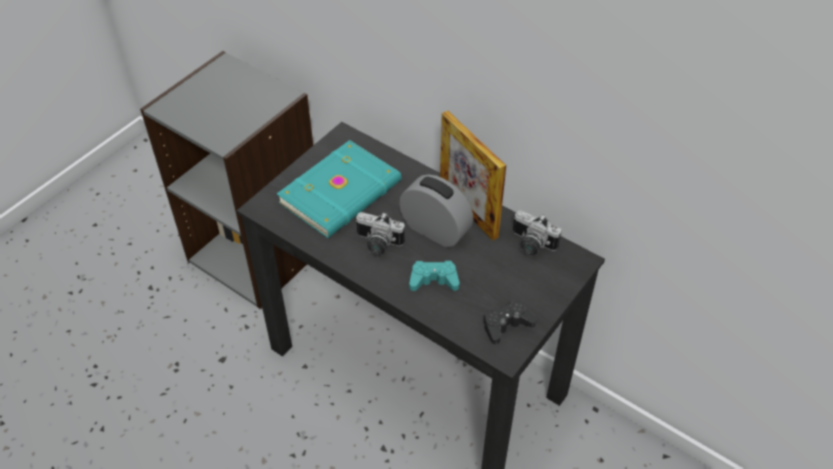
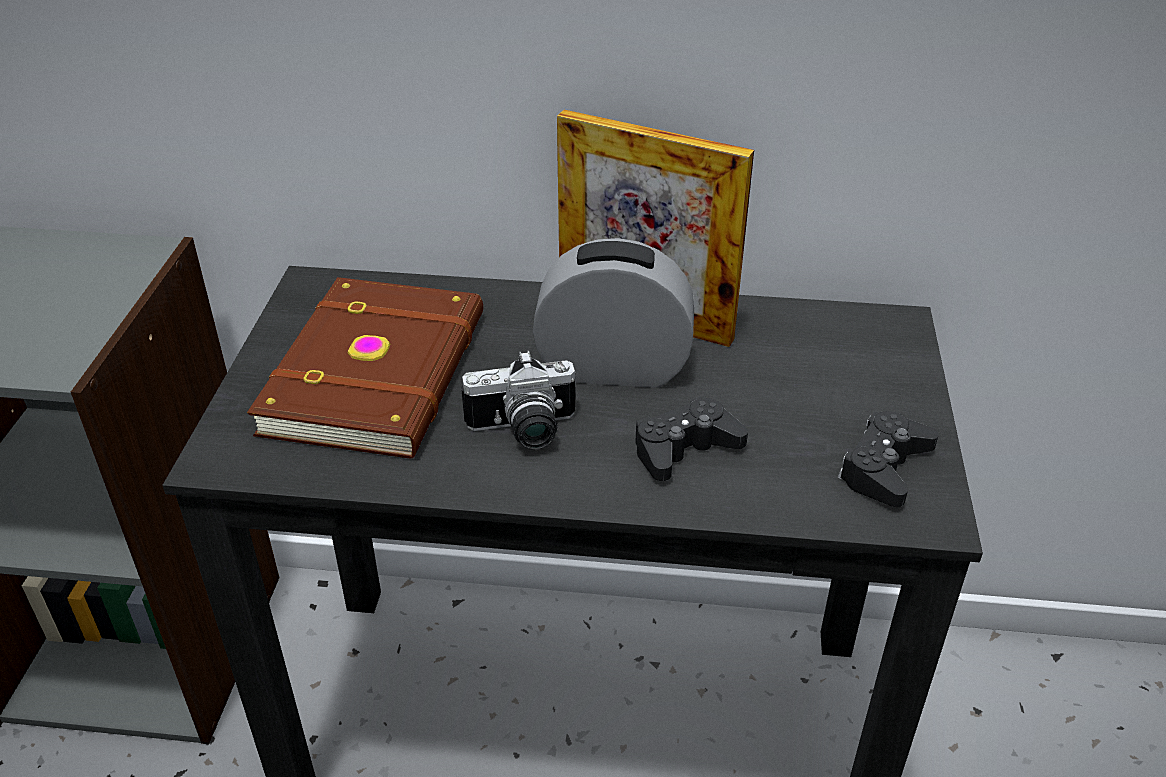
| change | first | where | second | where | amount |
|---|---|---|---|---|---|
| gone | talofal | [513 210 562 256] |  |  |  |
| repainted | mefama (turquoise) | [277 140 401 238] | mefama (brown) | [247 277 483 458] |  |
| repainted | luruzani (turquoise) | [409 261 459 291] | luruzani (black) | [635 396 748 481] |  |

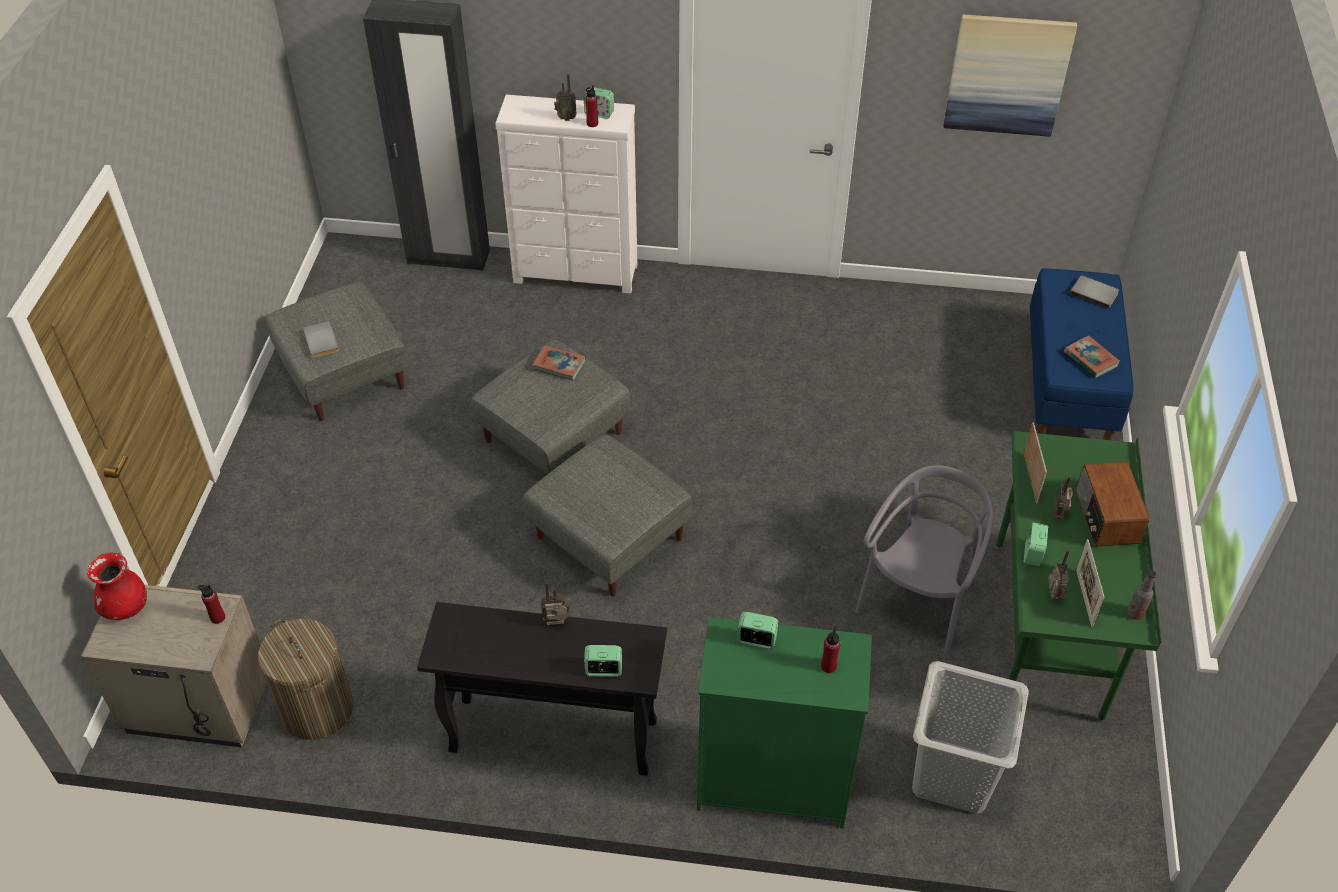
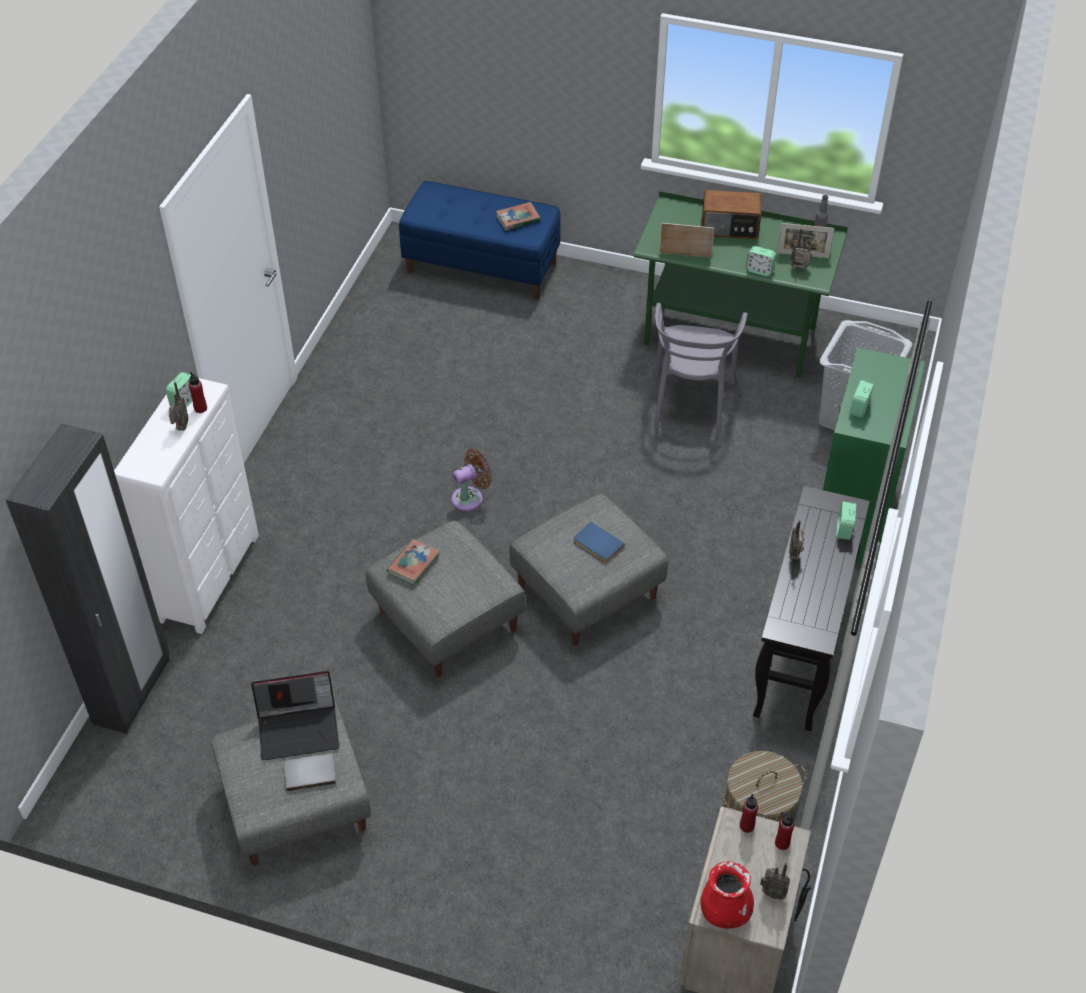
| change | first | where | second | where | amount |
|---|---|---|---|---|---|
| gone | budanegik | [944 14 1077 137] |  |  |  |
| gone | mefama (grey) | [1070 275 1119 309] |  |  |  |
| new |  |  | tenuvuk | [251 671 339 760] |  |
| new |  |  | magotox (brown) | [451 449 492 511] |  |
| new |  |  | mefama (blue) | [573 522 625 563] |  |
| shifted | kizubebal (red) | [821 626 840 673] |  | [775 812 794 850] |  |
| shifted | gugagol | [1054 476 1073 520] |  | [760 863 790 900] |  |
| rotated | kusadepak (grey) | [855 465 994 653] |  | [654 303 747 435] | 120 degrees counterclockwise |

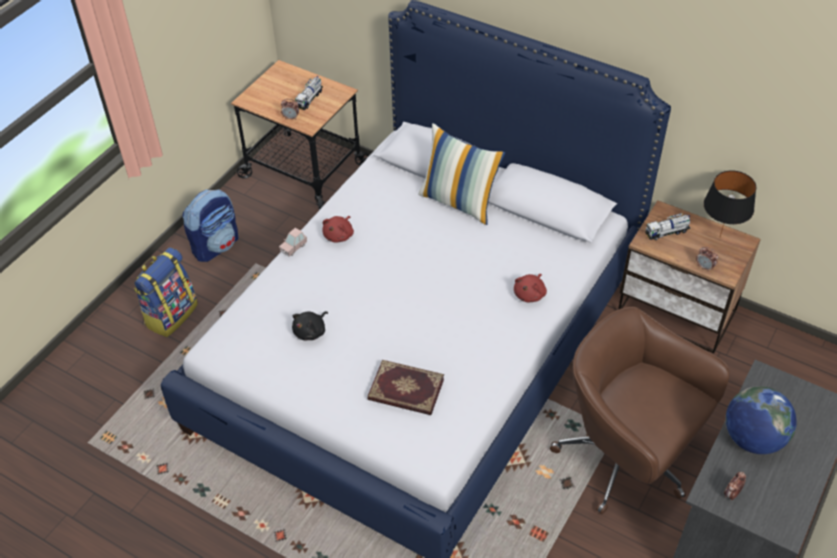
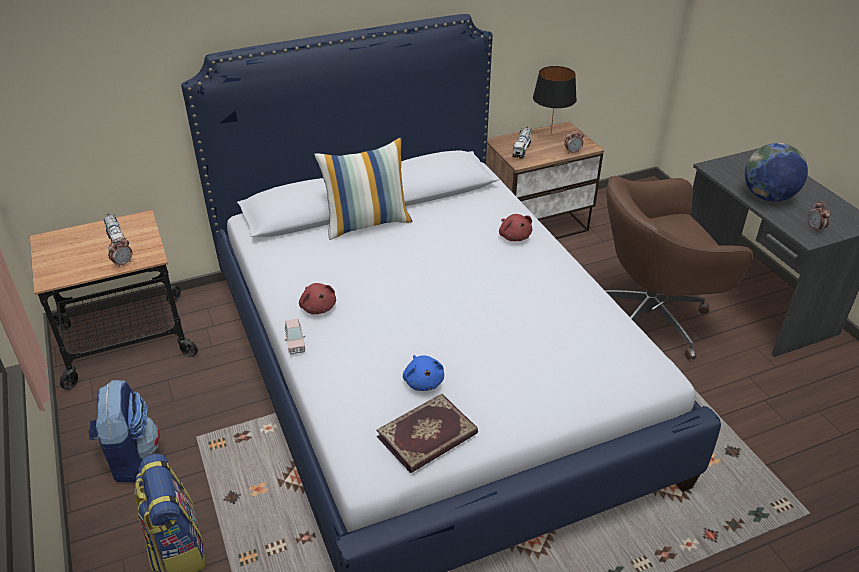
| change | first | where | second | where | amount |
|---|---|---|---|---|---|
| shifted | mefama | [368 360 444 415] |  | [376 394 478 473] |  |
| repainted | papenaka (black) | [292 311 328 340] | papenaka (blue) | [403 355 444 391] |  |

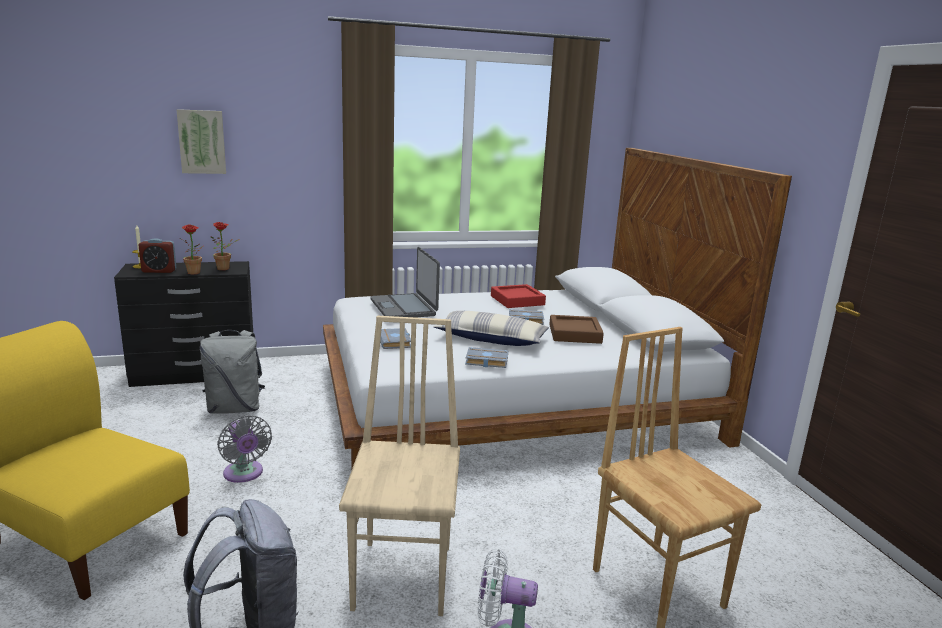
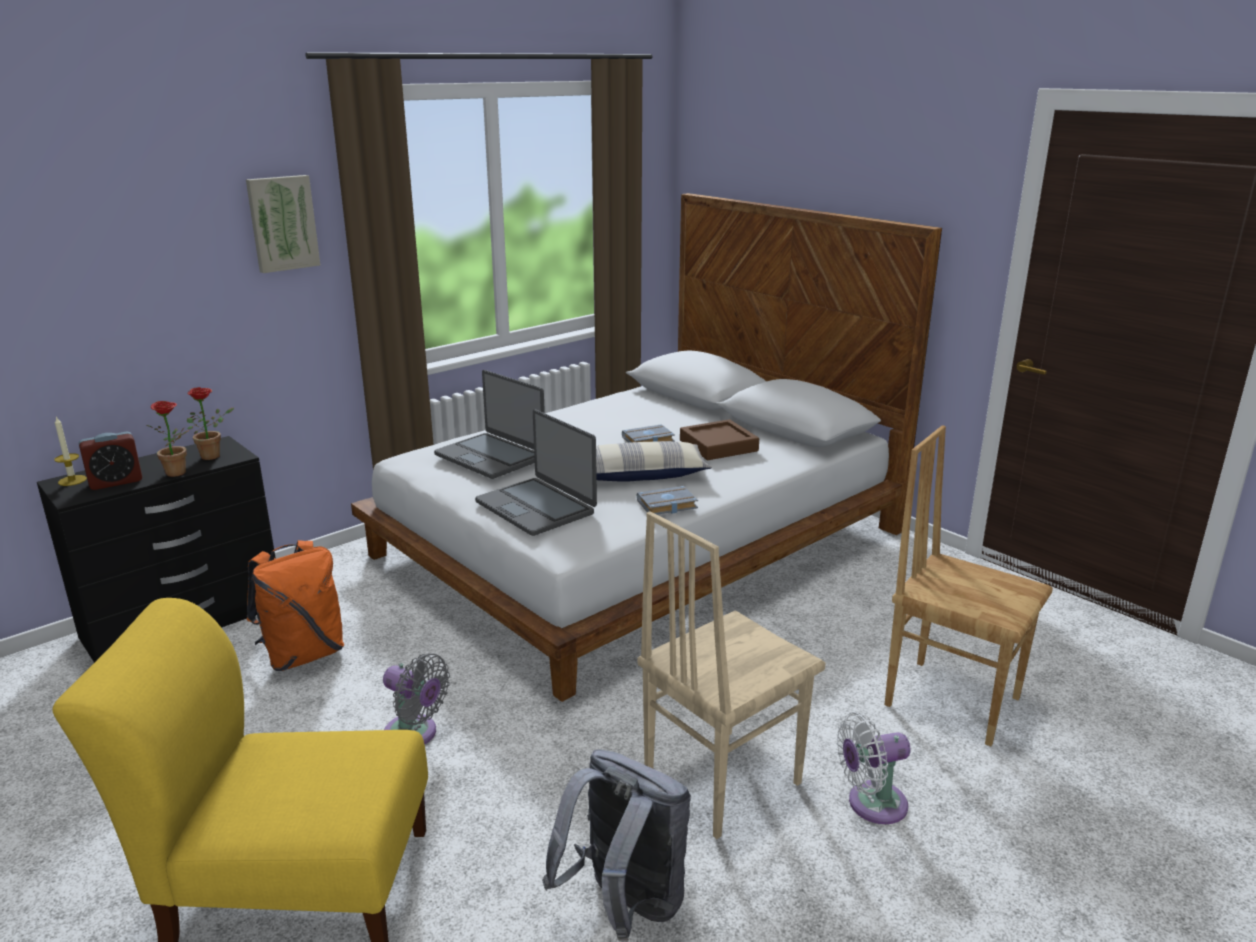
| change | first | where | second | where | amount |
|---|---|---|---|---|---|
| gone | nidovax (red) | [491 284 546 308] |  |  |  |
| shifted | budanegik | [177 109 226 174] |  | [246 175 320 273] |  |
| swapped | mefama (grey) | [380 328 411 349] | tenuvuk | [475 409 597 536] |  |
| repainted | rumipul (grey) | [200 330 265 414] | rumipul (orange) | [247 540 344 671] |  |
| rotated | kusadepak (beige) | [339 316 460 616] |  | [637 511 825 839] | 105 degrees counterclockwise |

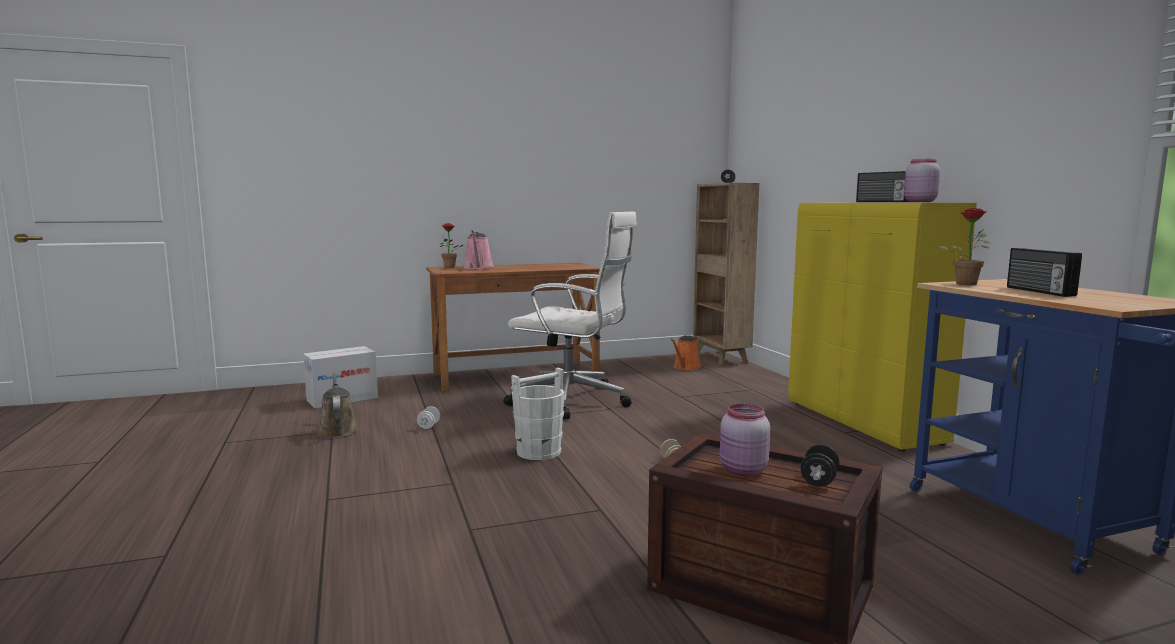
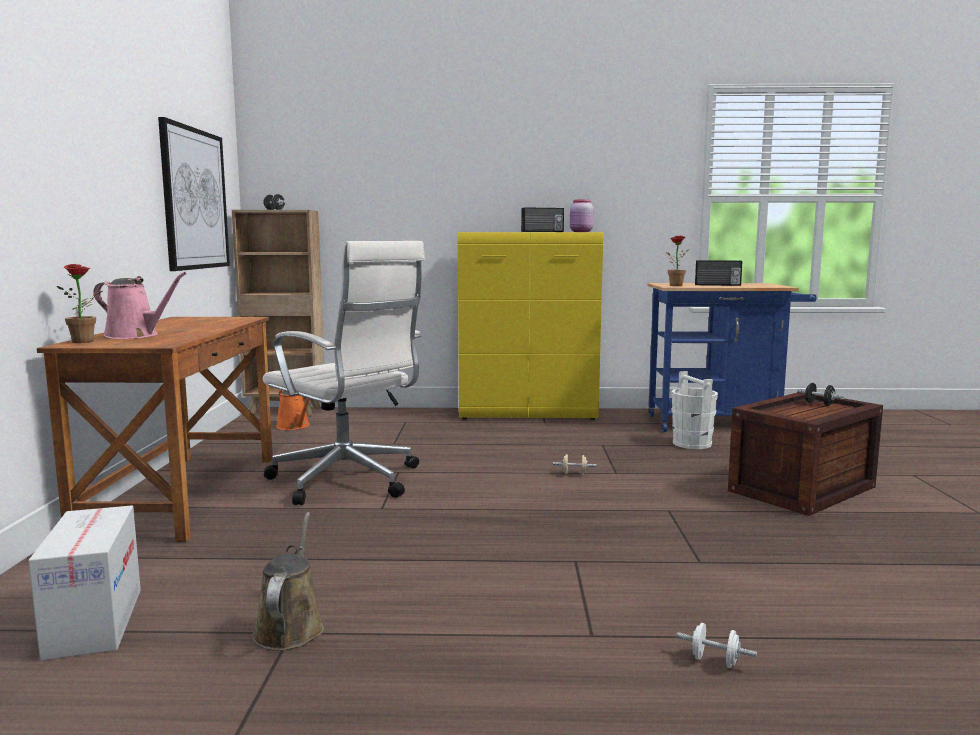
| change | first | where | second | where | amount |
|---|---|---|---|---|---|
| gone | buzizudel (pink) | [720 404 770 476] |  |  |  |
| new |  |  | budanegik | [158 117 230 271] |  |
| shifted | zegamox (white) | [417 406 440 429] |  | [676 623 757 668] |  |
| shifted | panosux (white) | [511 368 565 460] |  | [672 371 718 449] |  |
| rotated | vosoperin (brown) | [317 371 358 438] |  | [252 512 324 651] | 90 degrees clockwise |
| rotated | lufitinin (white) | [503 211 637 420] |  | [263 241 425 505] | 90 degrees clockwise |

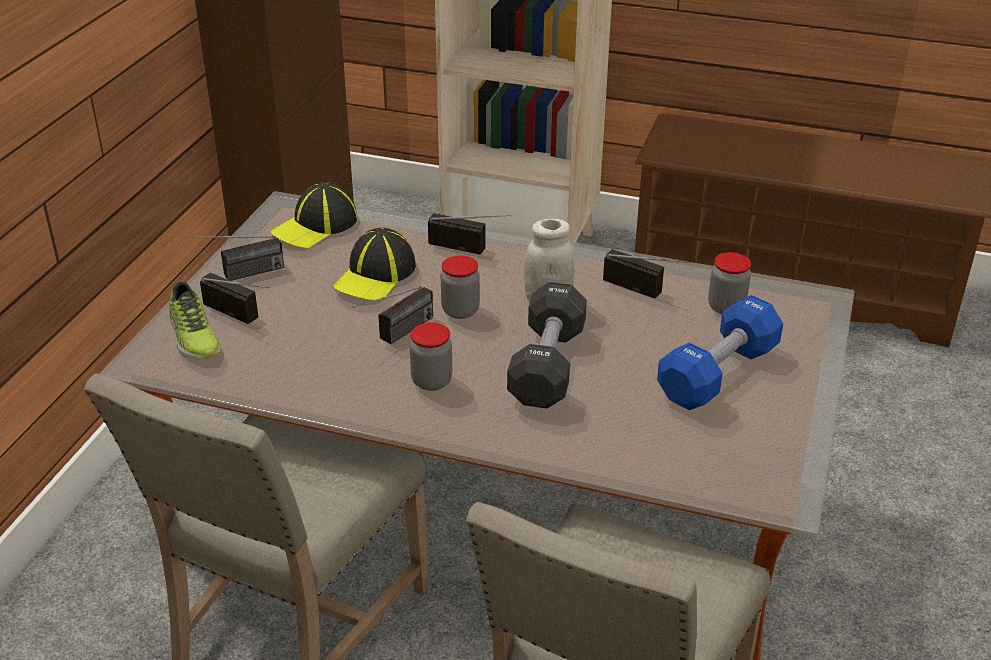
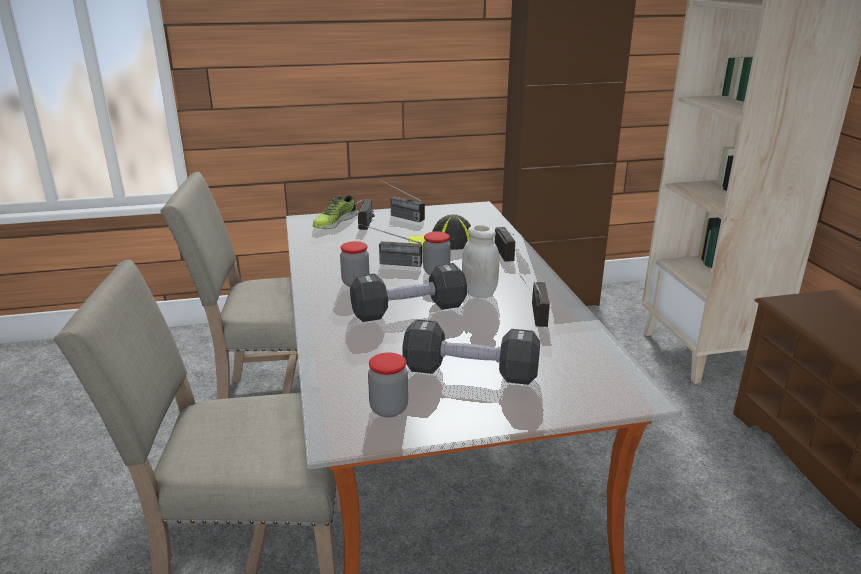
| change | first | where | second | where | amount |
|---|---|---|---|---|---|
| gone | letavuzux | [271 182 357 249] |  |  |  |
| shifted | buzizudel | [708 252 751 314] |  | [368 352 408 417] |  |
| repainted | zegamox (blue) | [657 295 783 410] | zegamox (black) | [402 319 540 385] |  |

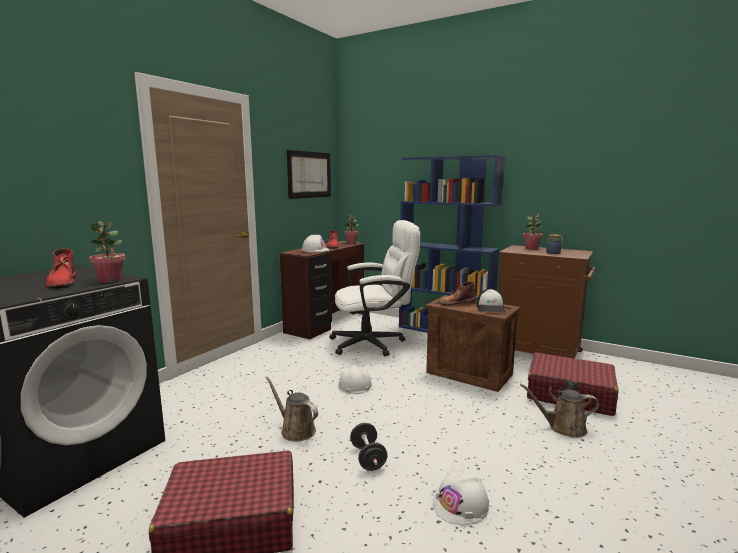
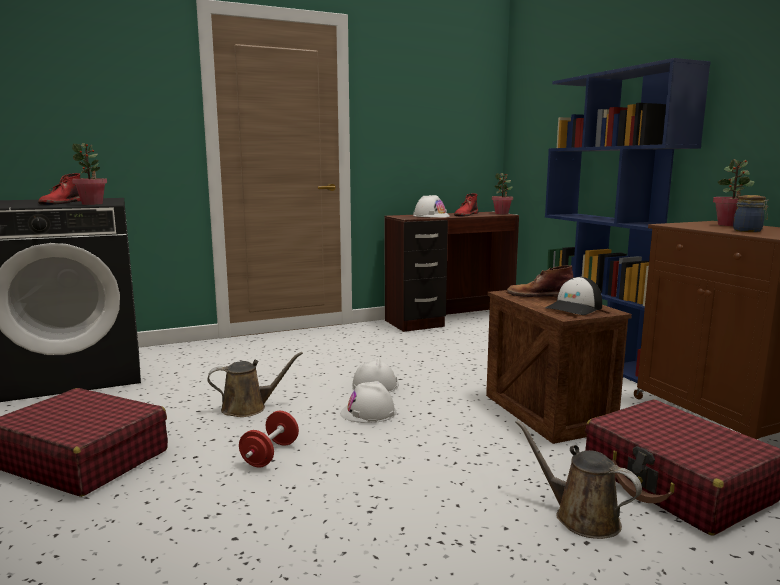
| change | first | where | second | where | amount |
|---|---|---|---|---|---|
| gone | budanegik | [287 150 331 199] |  |  |  |
| gone | lufitinin (white) | [329 220 420 356] |  |  |  |
| shifted | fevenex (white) | [433 469 489 525] |  | [341 381 397 423] |  |
| repainted | zegamox (black) | [350 423 387 471] | zegamox (red) | [239 411 299 468] |  |
| rotated | vosoperin (brown) | [265 376 318 441] |  | [207 352 303 417] | 90 degrees clockwise |

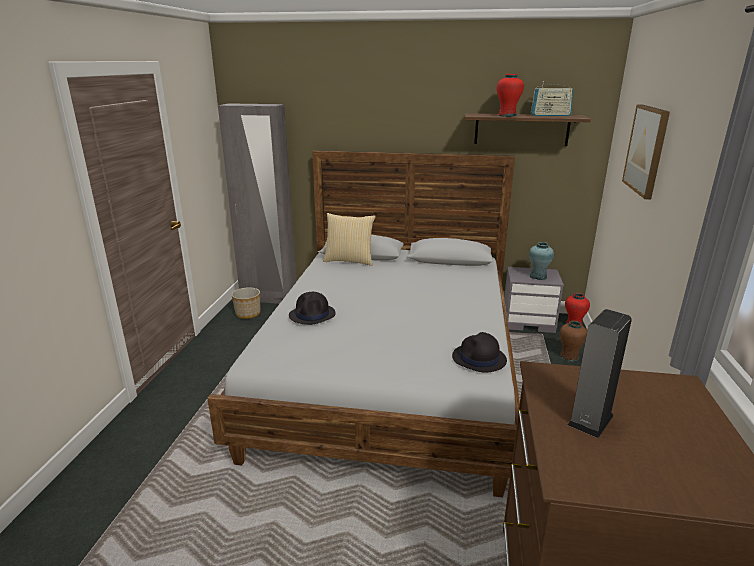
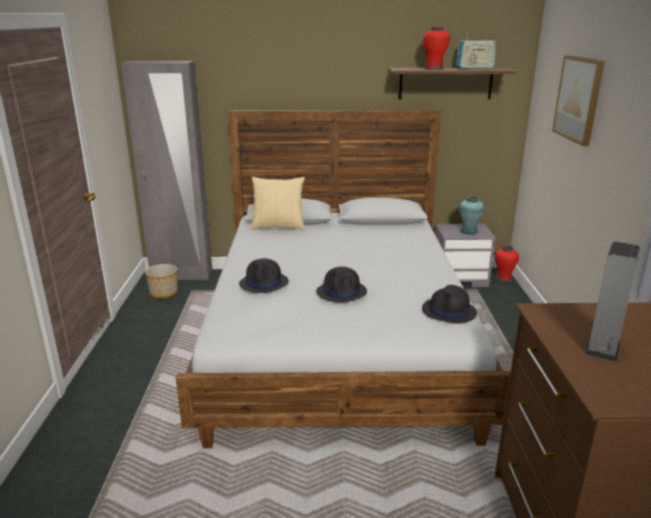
| change | first | where | second | where | amount |
|---|---|---|---|---|---|
| gone | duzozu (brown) | [560 321 587 362] |  |  |  |
| new |  |  | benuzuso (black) | [316 267 367 303] |  |

